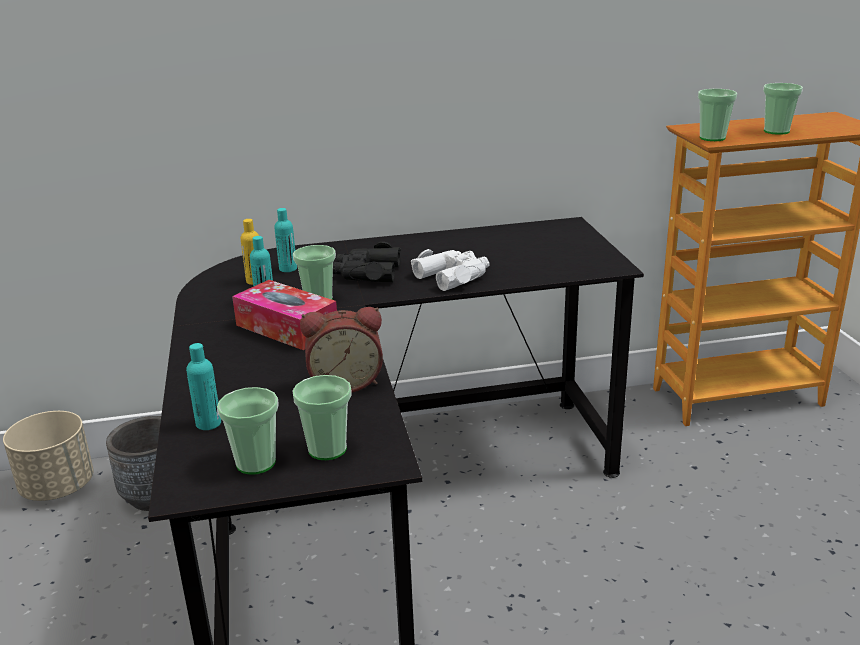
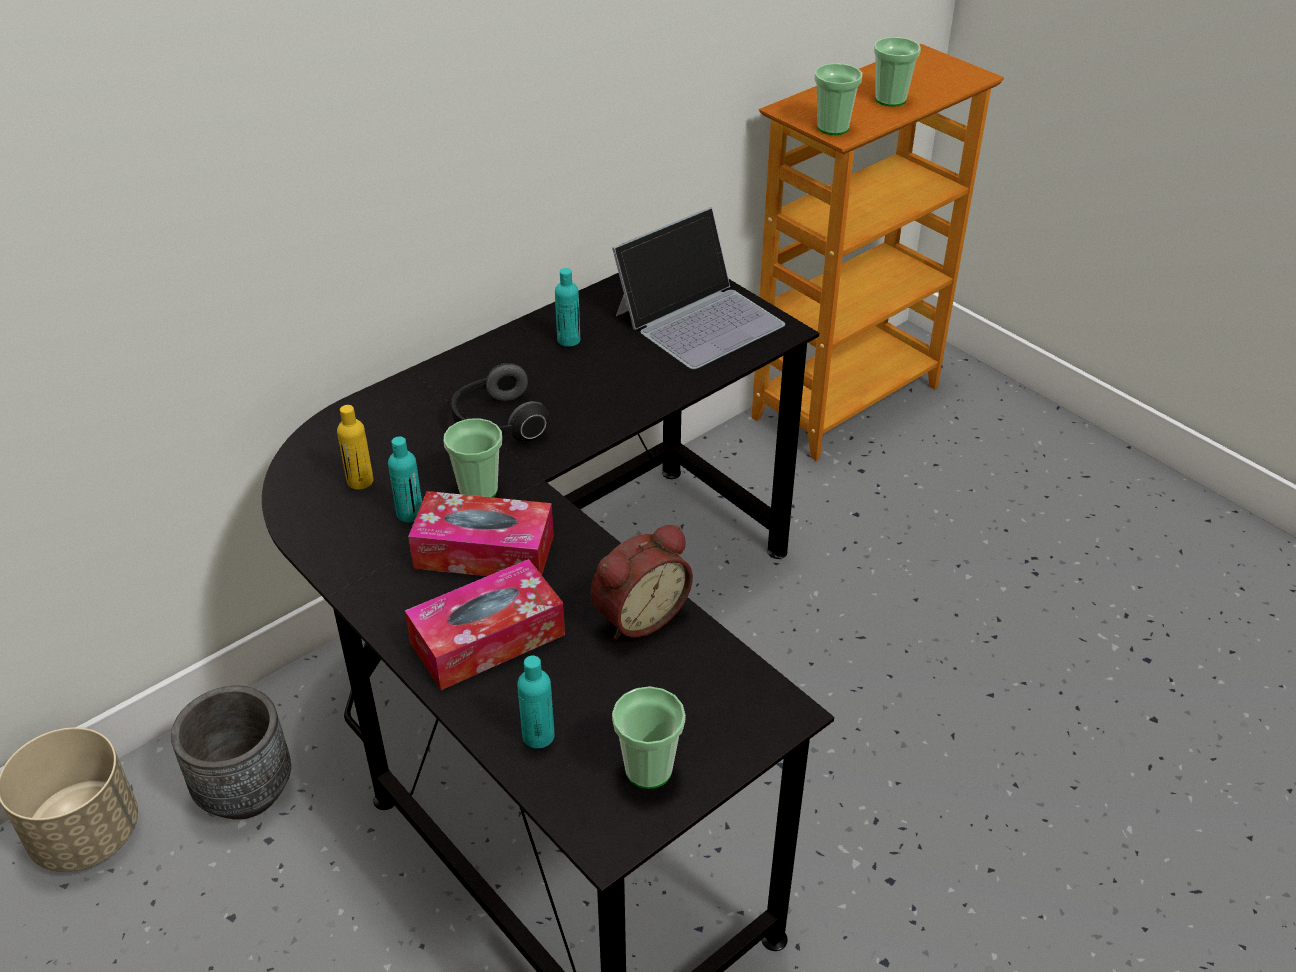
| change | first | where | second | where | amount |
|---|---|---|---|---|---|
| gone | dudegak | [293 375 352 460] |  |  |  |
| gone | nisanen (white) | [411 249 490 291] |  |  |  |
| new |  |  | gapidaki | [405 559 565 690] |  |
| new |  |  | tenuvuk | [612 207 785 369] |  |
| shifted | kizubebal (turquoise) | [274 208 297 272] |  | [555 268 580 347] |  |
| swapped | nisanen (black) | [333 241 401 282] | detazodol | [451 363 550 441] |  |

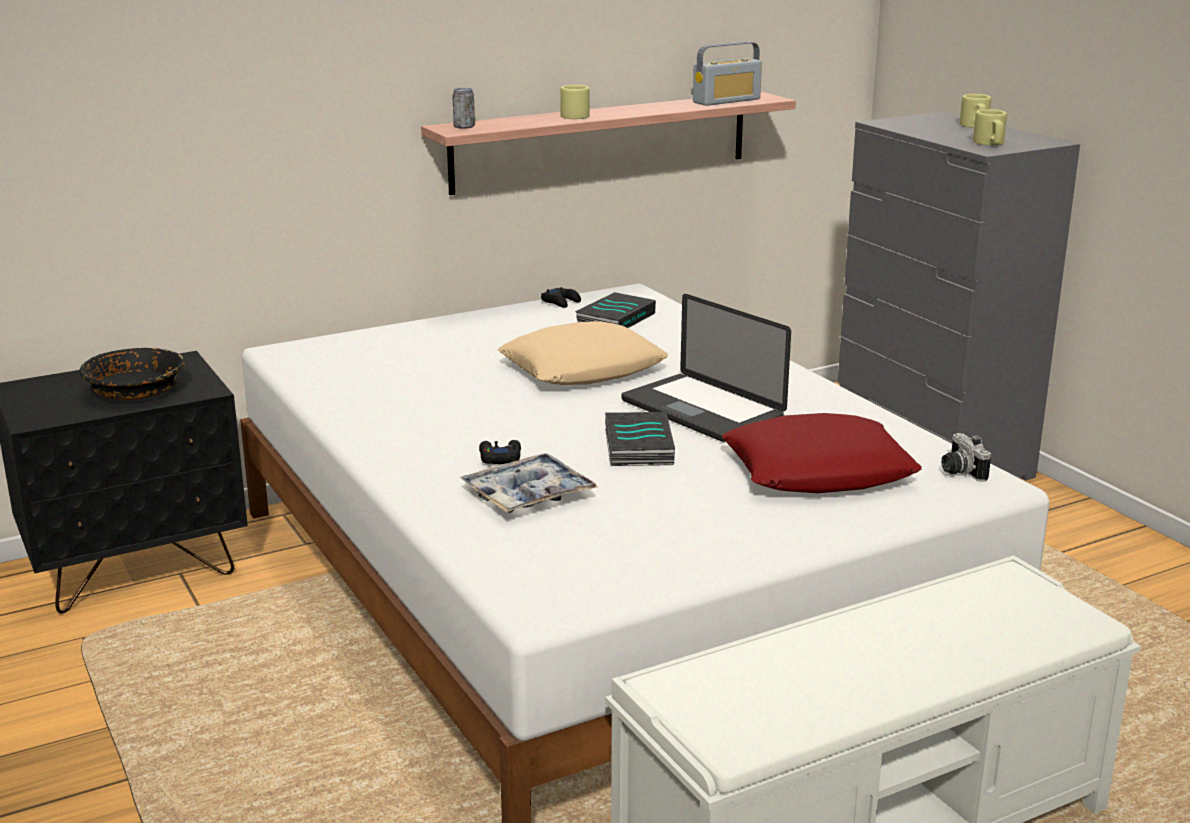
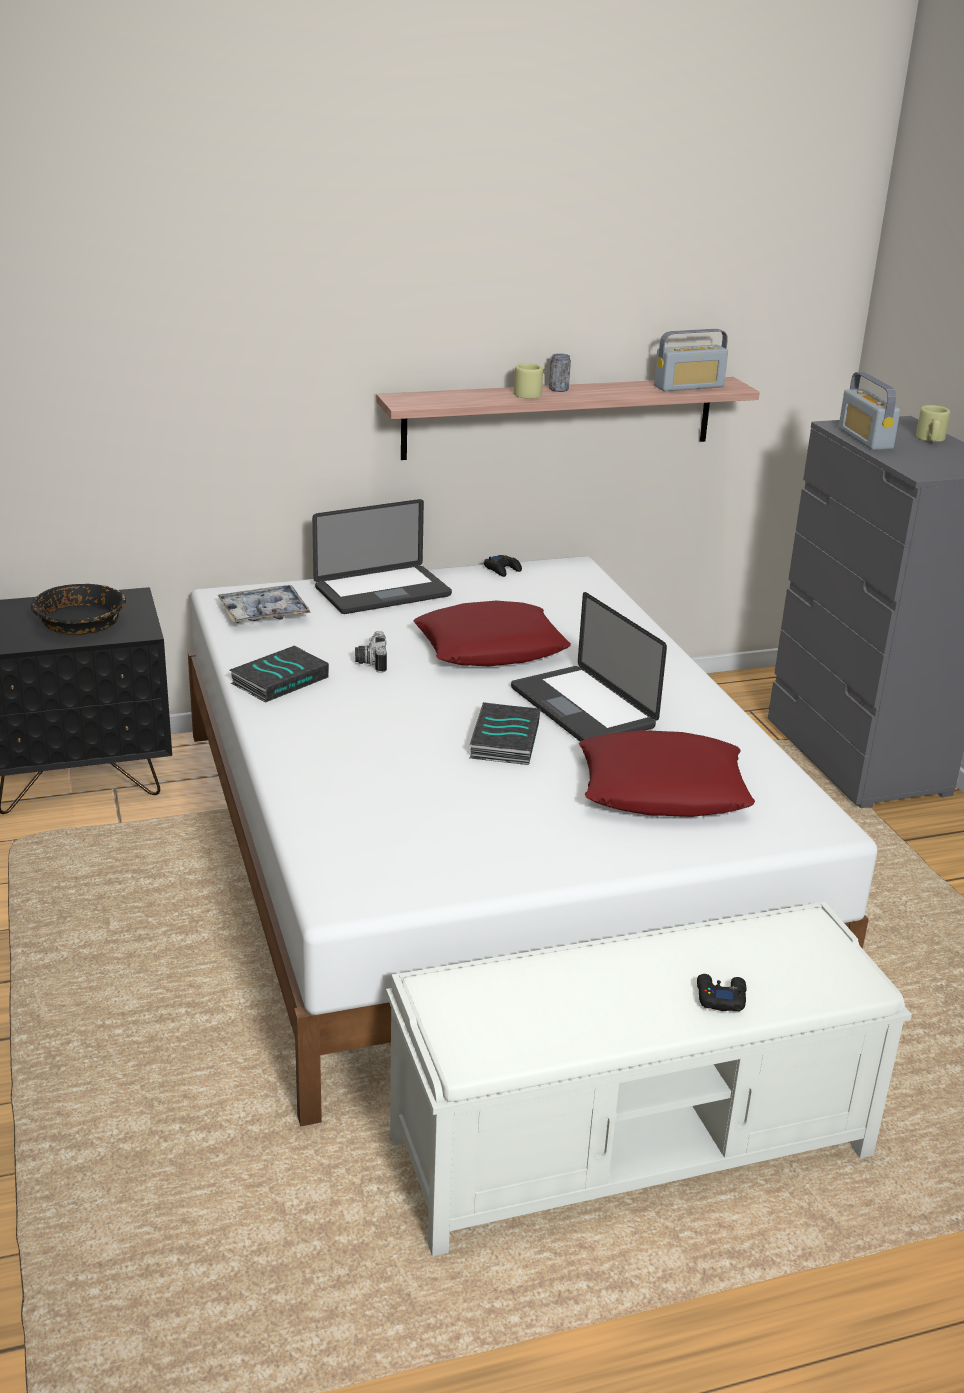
| change | first | where | second | where | amount |
|---|---|---|---|---|---|
| gone | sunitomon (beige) | [973 109 1007 145] |  |  |  |
| new |  |  | tenuvuk | [312 499 452 614] |  |
| new |  |  | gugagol | [839 372 900 450] |  |
| shifted | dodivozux | [452 88 475 128] |  | [549 353 571 392] |  |
| shifted | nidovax | [461 453 598 513] |  | [217 585 311 623] |  |
| shifted | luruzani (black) | [479 440 521 464] |  | [697 974 747 1012] |  |
| shifted | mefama | [575 292 656 328] |  | [230 645 329 703] |  |
| shifted | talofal | [941 433 991 482] |  | [355 631 387 673] |  |
| repainted | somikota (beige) | [498 321 668 385] | somikota (red) | [413 601 571 667] |  |

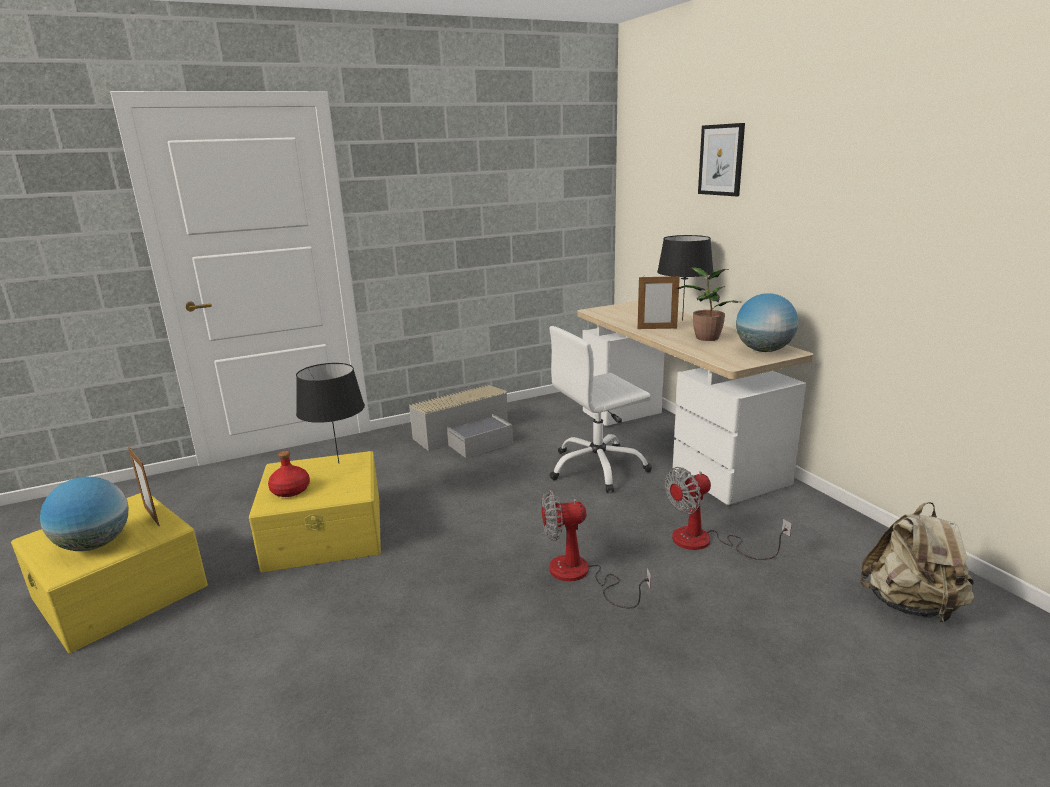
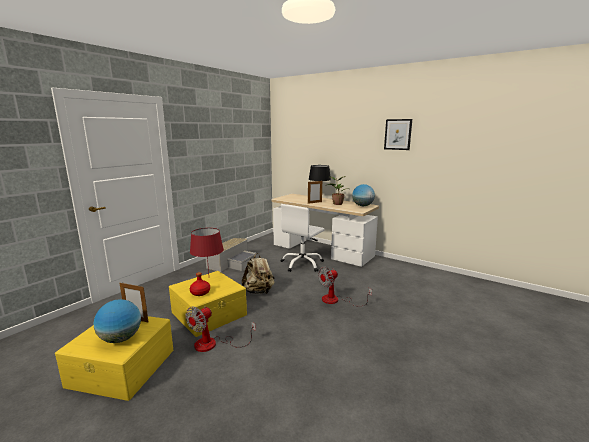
| change | first | where | second | where | amount |
|---|---|---|---|---|---|
| shifted | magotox | [665 467 792 560] |  | [185 306 256 352] |  |
| shifted | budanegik | [698 123 745 196] |  | [384 119 412 150] |  |
| shifted | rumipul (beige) | [860 502 974 623] |  | [242 253 275 294] |  |
| repainted | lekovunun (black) | [296 363 365 463] | lekovunun (red) | [190 228 224 274] |  |

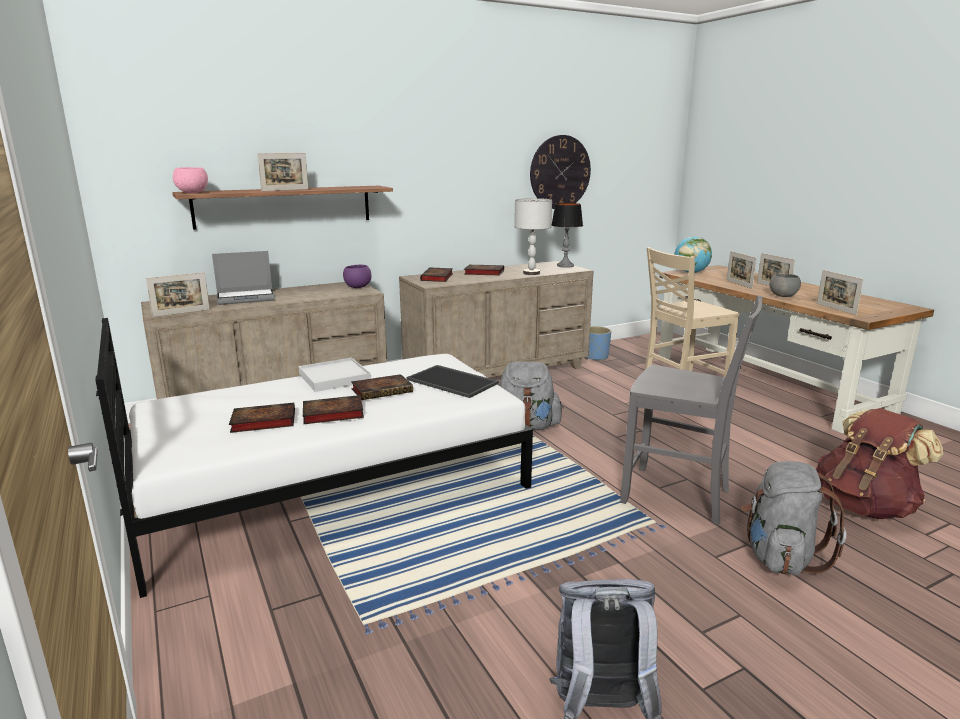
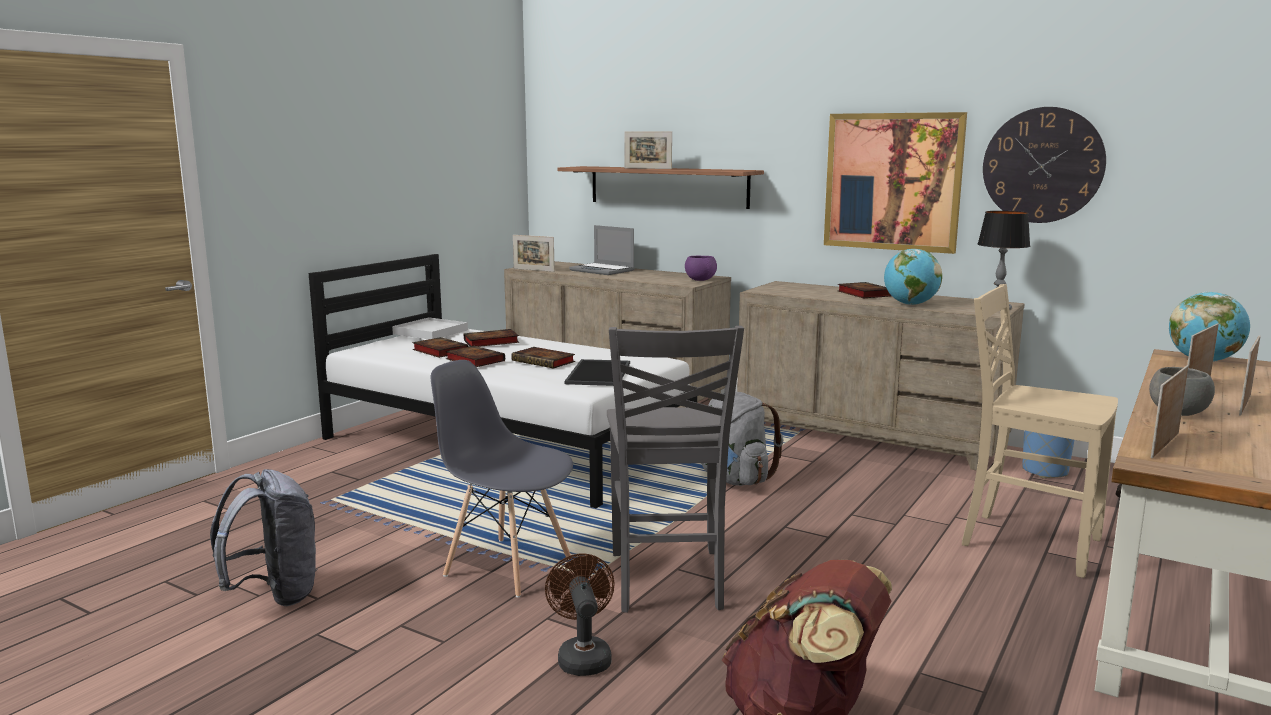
| change | first | where | second | where | amount |
|---|---|---|---|---|---|
| gone | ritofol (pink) | [173 167 208 193] |  |  |  |
| new |  |  | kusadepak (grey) | [431 360 573 598] |  |
| new |  |  | budanegik | [824 112 967 254] |  |
| shifted | nidovax (white) | [298 357 371 392] |  | [392 317 468 339] |  |
| shifted | mefama | [420 267 453 282] |  | [464 329 519 347] |  |
| swapped | lekovunun (grey) | [514 198 552 275] | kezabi | [884 249 942 305] |  |
| swapped | rumipul (grey) | [740 461 846 576] | magotox (brown) | [545 554 615 676] |  |

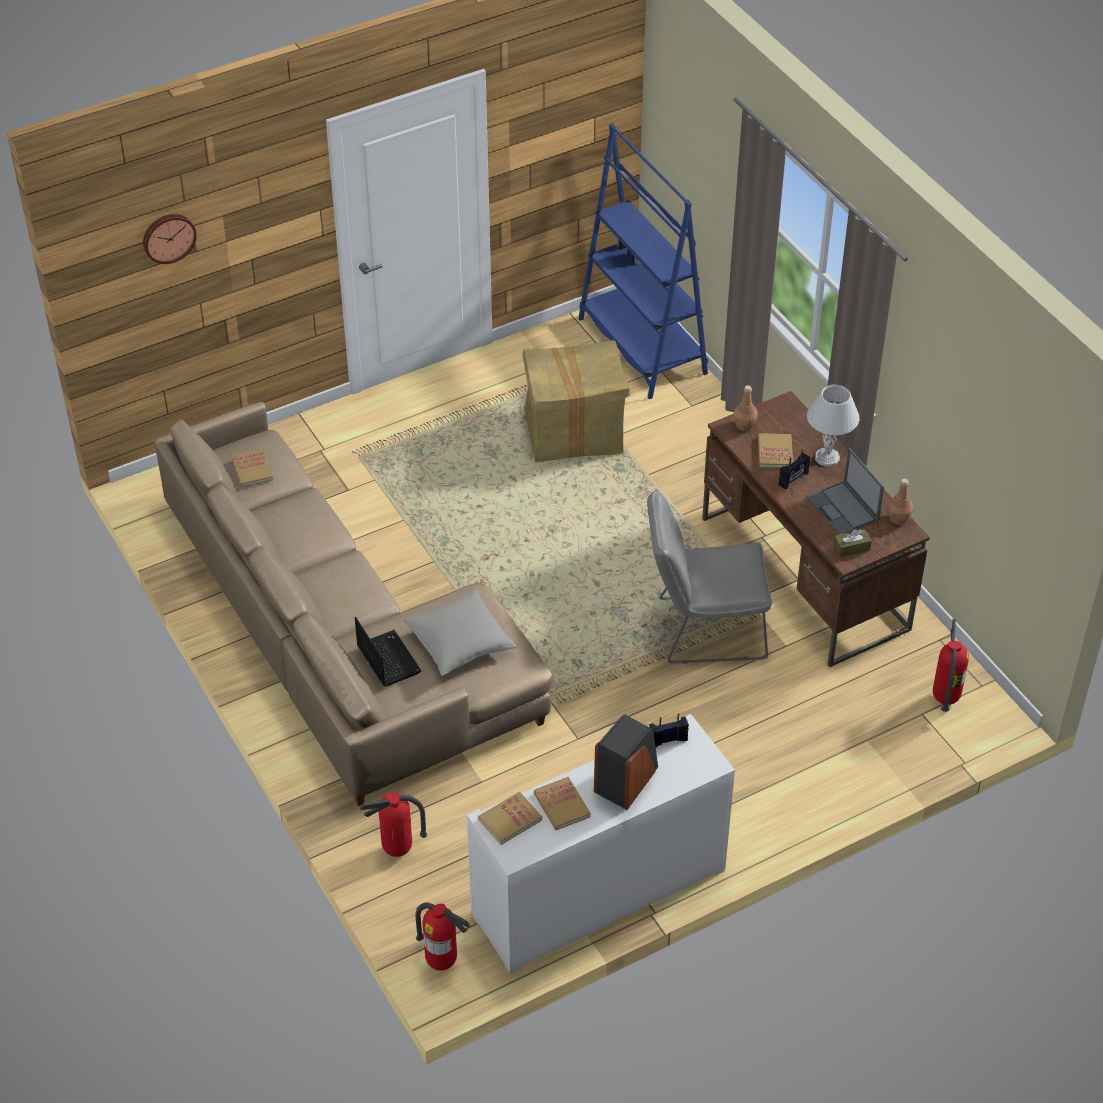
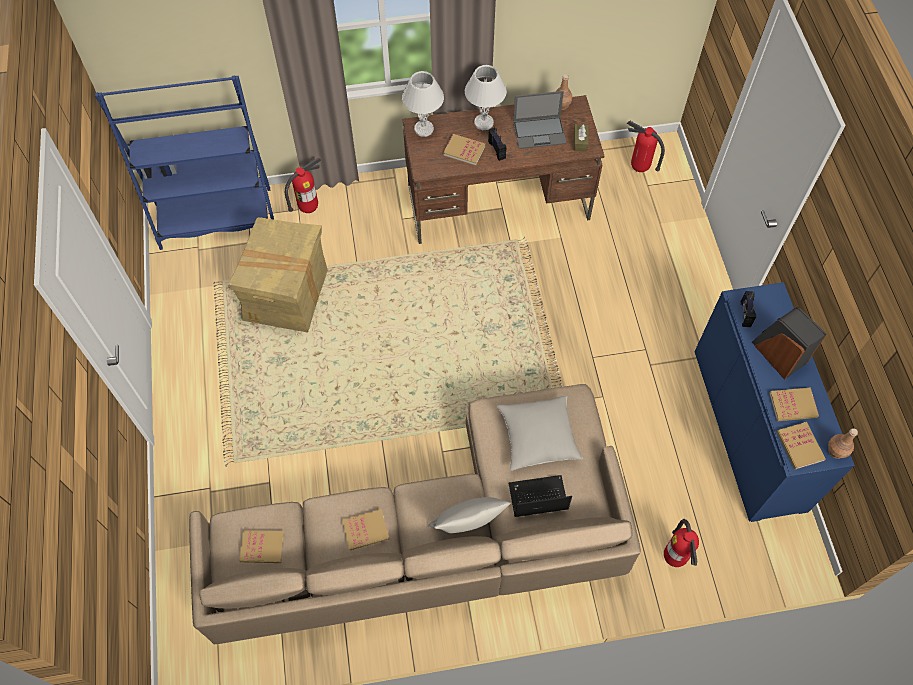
| change | first | where | second | where | amount |
|---|---|---|---|---|---|
| gone | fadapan | [143 214 197 264] |  |  |  |
| gone | kusadepak (grey) | [647 489 772 664] |  |  |  |
| new |  |  | mefama | [342 509 389 550] |  |
| new |  |  | lekovunun (white) | [402 71 444 137] |  |
| new |  |  | somikota (grey) | [428 497 511 533] |  |
| shifted | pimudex | [415 902 470 971] |  | [285 158 321 213] |  |
| shifted | kizubebal (brown) | [733 385 757 431] |  | [828 428 858 459] |  |
| repainted | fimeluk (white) | [467 714 735 974] | fimeluk (blue) | [694 282 855 522] |  |

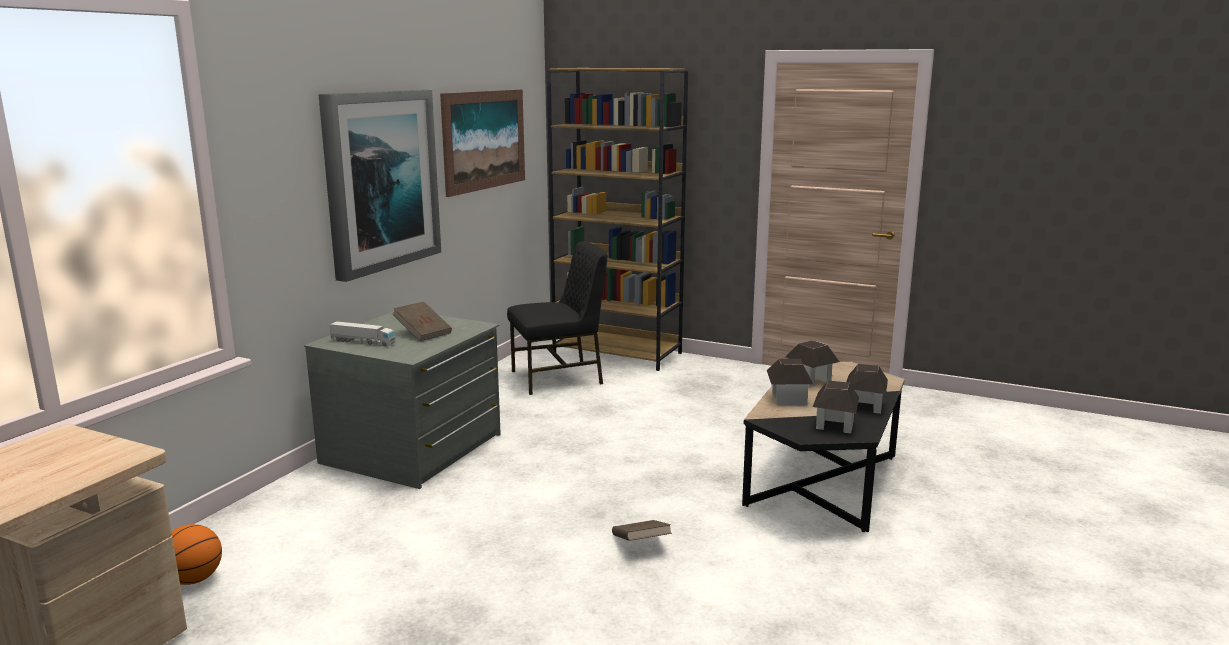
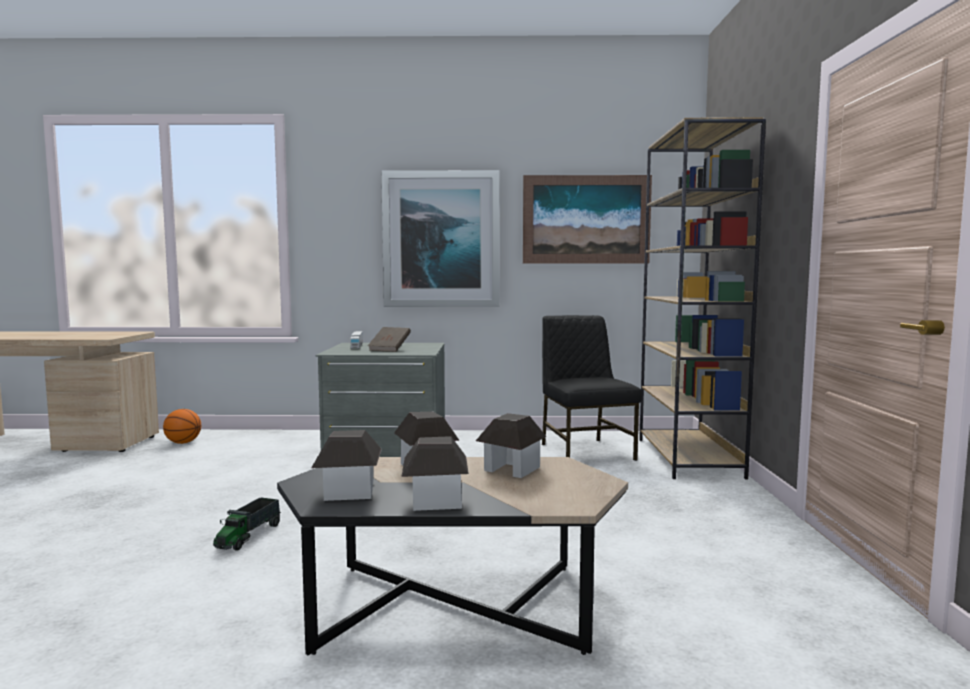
| change | first | where | second | where | amount |
|---|---|---|---|---|---|
| swapped | mefama (brown) | [612 520 672 541] | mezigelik | [213 498 281 551] |  |
| rotated | kusadepak (black) | [507 241 607 395] |  | [542 315 642 461] | 150 degrees counterclockwise |

